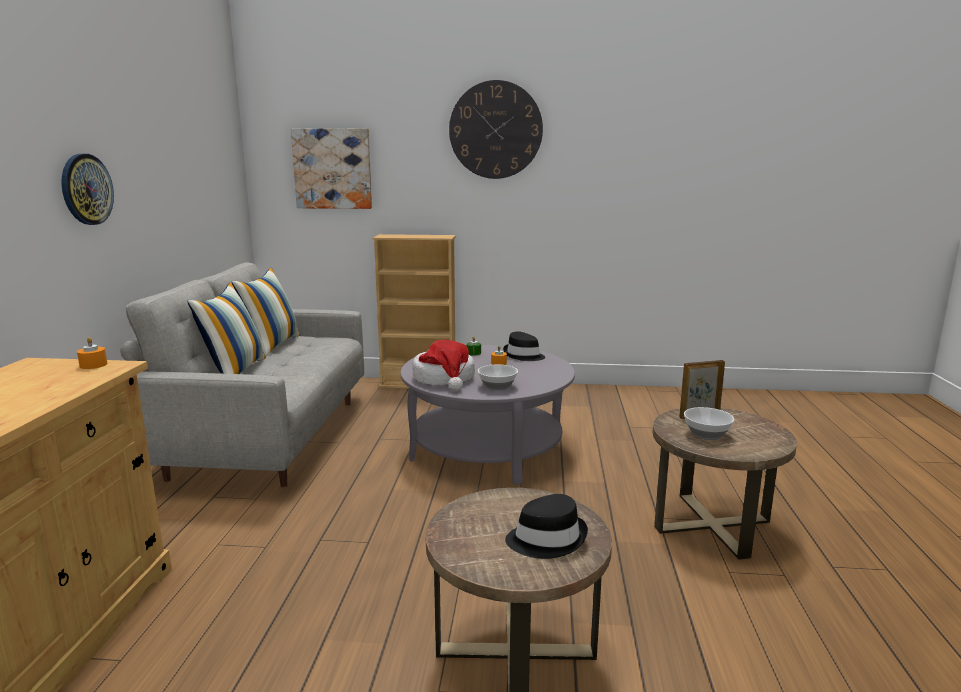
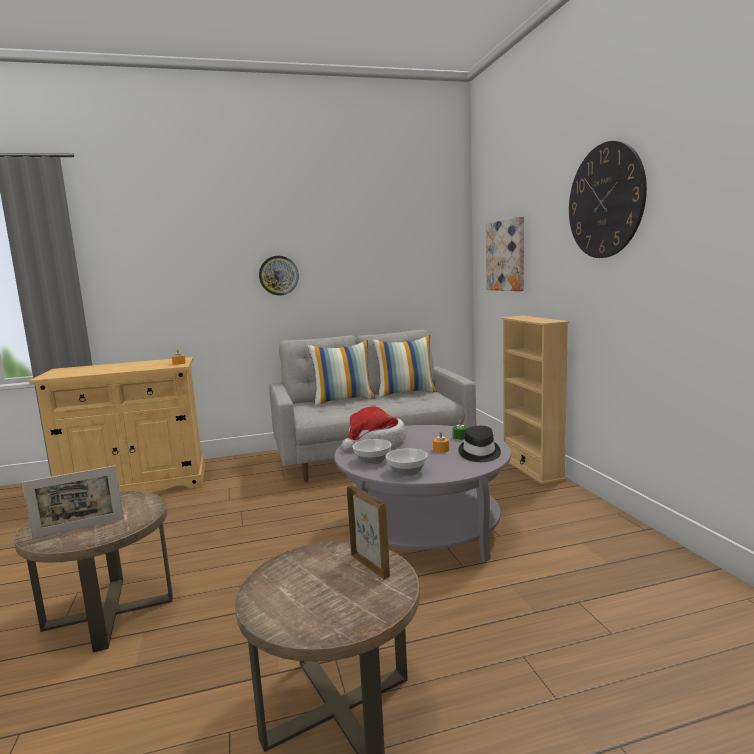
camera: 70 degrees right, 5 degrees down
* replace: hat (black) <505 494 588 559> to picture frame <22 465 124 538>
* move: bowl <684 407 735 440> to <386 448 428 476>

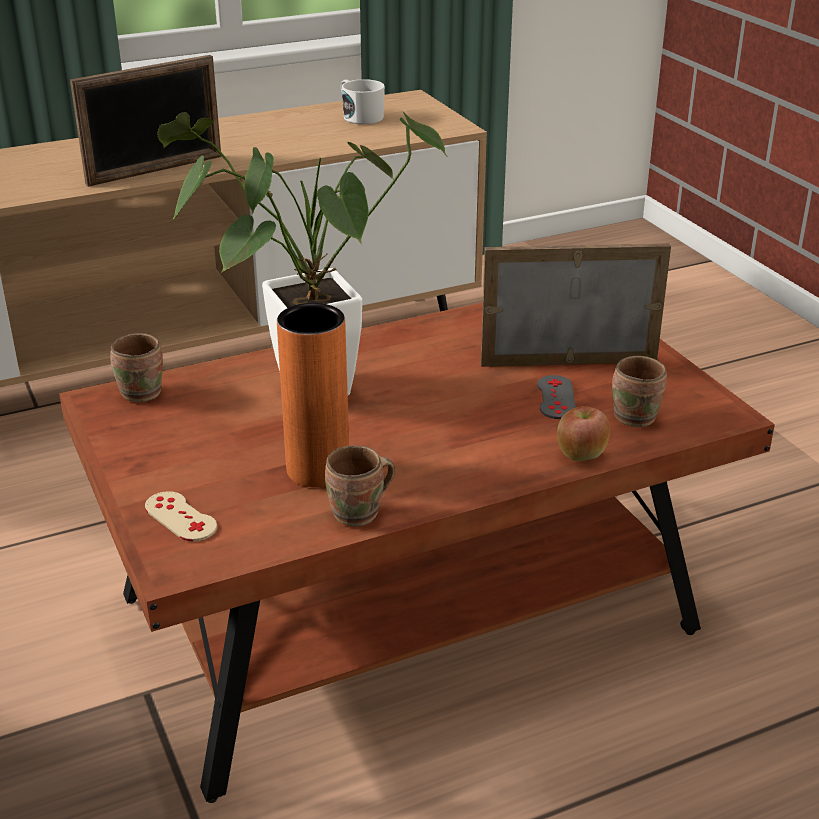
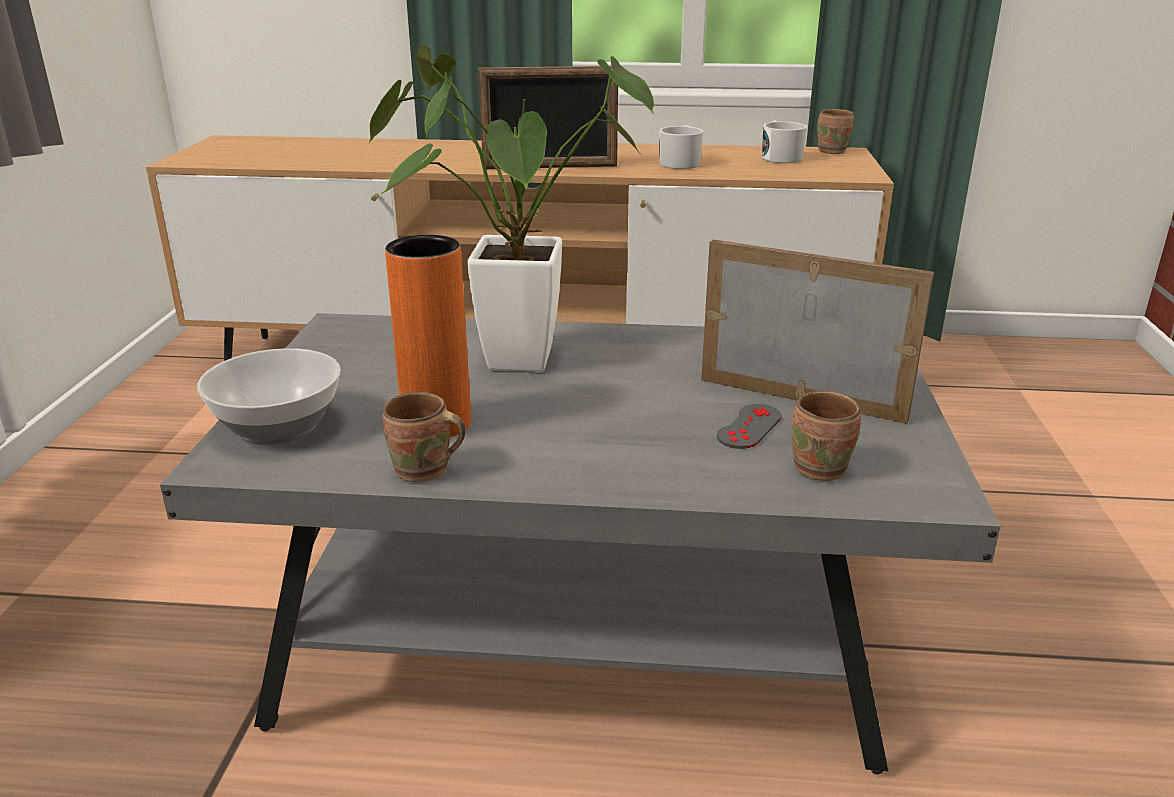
camera: 30 degrees right, 5 degrees down
* recolor: coffee table (brown) <59 302 775 803> to coffee table (grey) <160 313 1001 774>
* move: mug (brown) <110 333 163 402> to <817 109 854 154>
* replace: game controller (beige) <145 491 217 542> to bowl <197 348 341 445>
* delete: apple <557 406 610 461>
* insert: mug (white) <659 125 703 169>

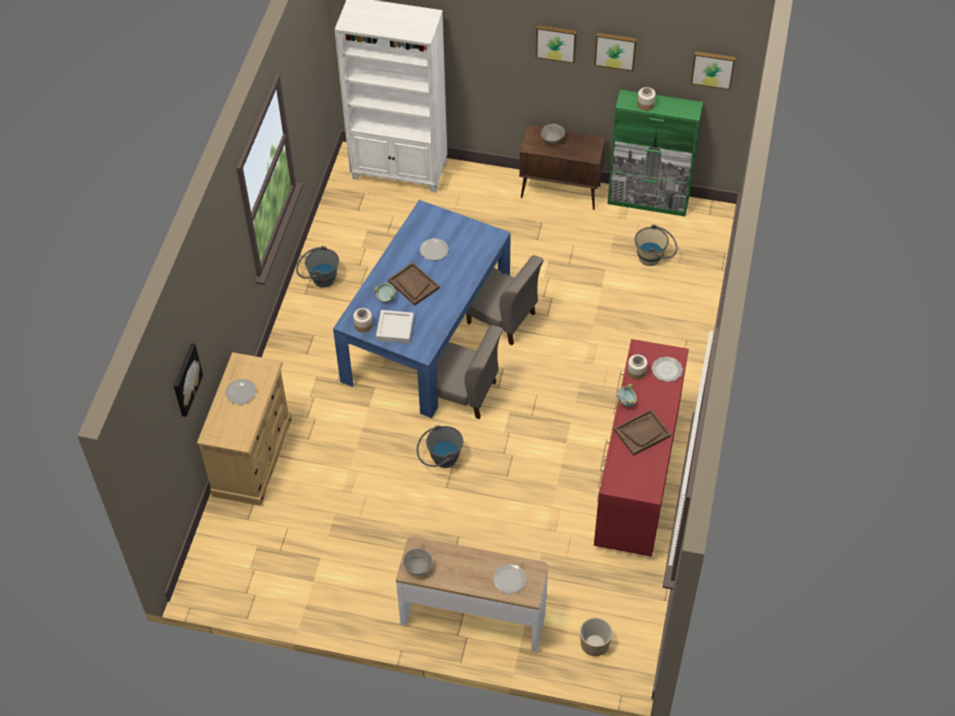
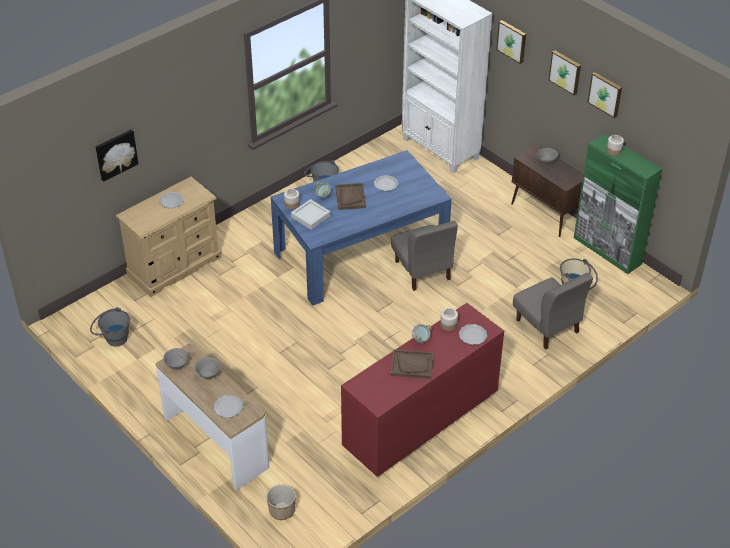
camera: 35 degrees right, 10 degrees down
* move: bucket (grey) <417 425 463 468> to <90 307 130 347>
* move: chair (grey) <436 326 503 419> to <513 273 593 349>
* move: picture <691 51 736 90> to <496 20 526 64>
* insert: bowl (grey) <195 357 221 379>

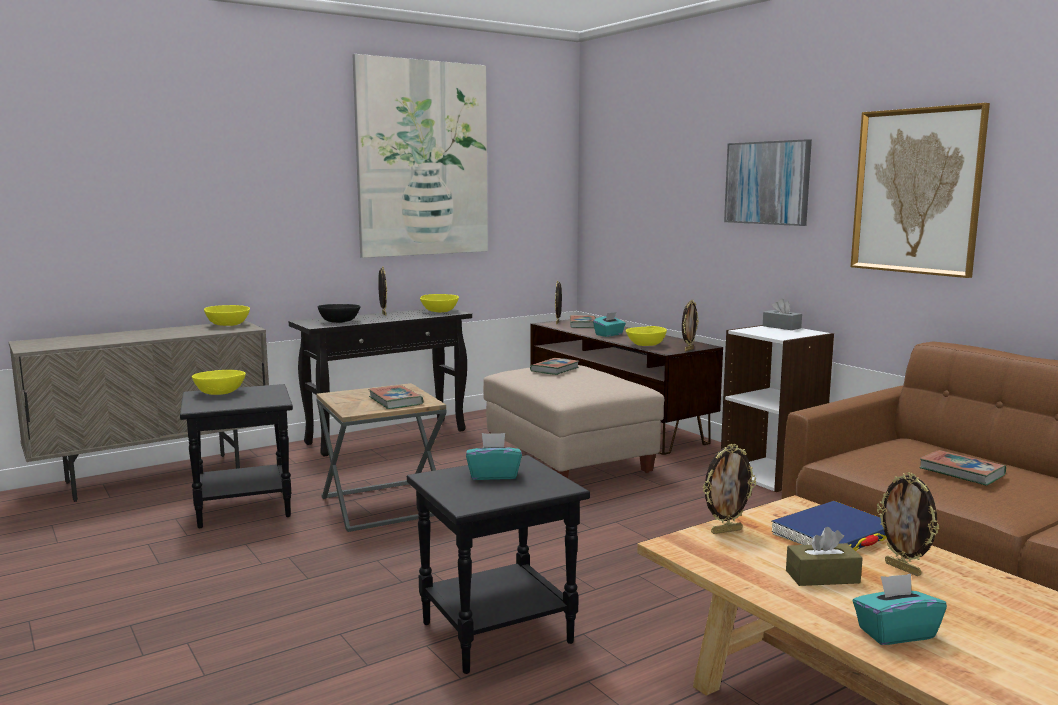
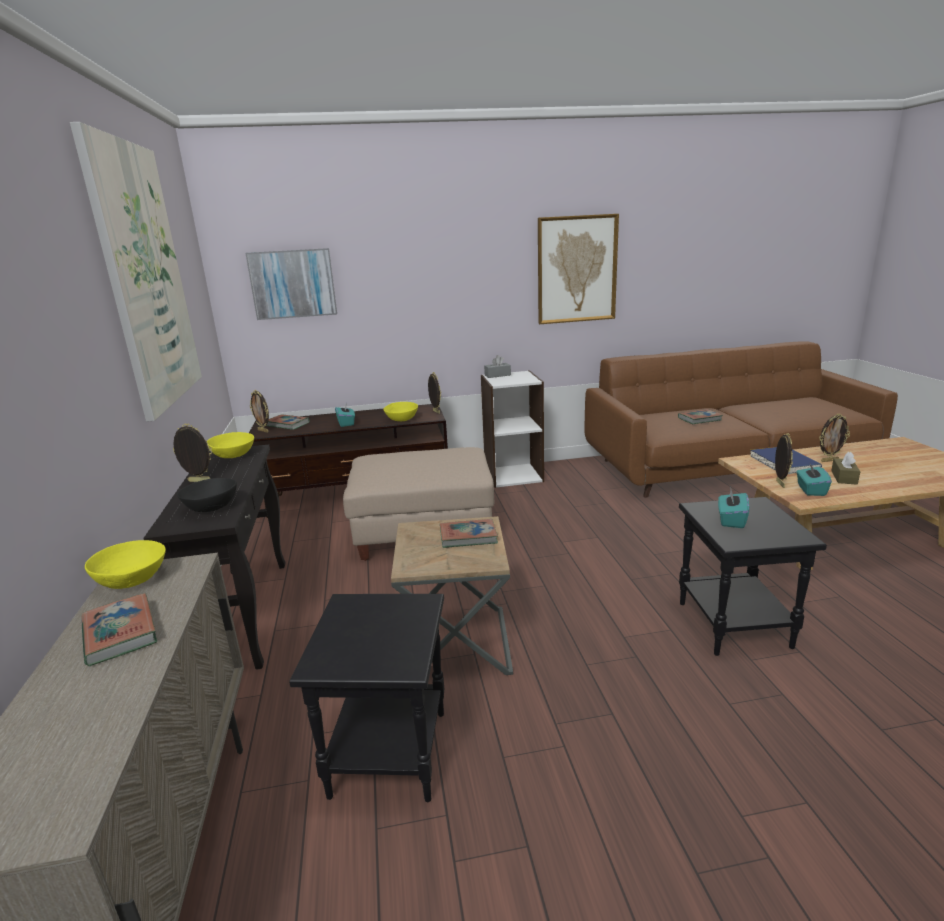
camera: 65 degrees left, 10 degrees up
* delete: bowl (yellow) <192 370 246 395>
* move: book <530 358 579 375> to <81 593 157 667>
* move: picture <724 139 812 226> to <245 248 337 320>
* move: tissue box (turquoise) <852 574 947 645> to <796 462 832 496>

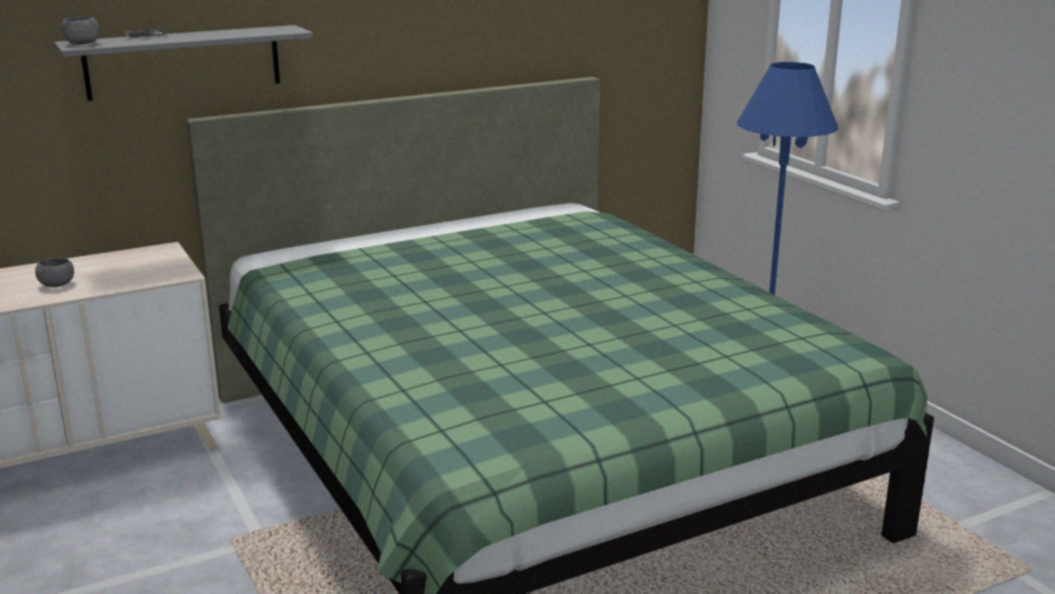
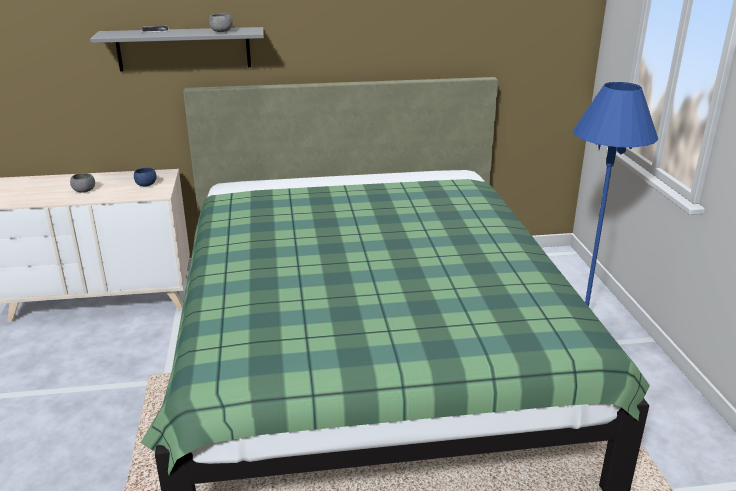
camera: 20 degrees right, 5 degrees up
* move: bowl (grey) <61 17 100 45> to <209 13 233 32>
* insert: bowl (blue) <134 167 157 187>

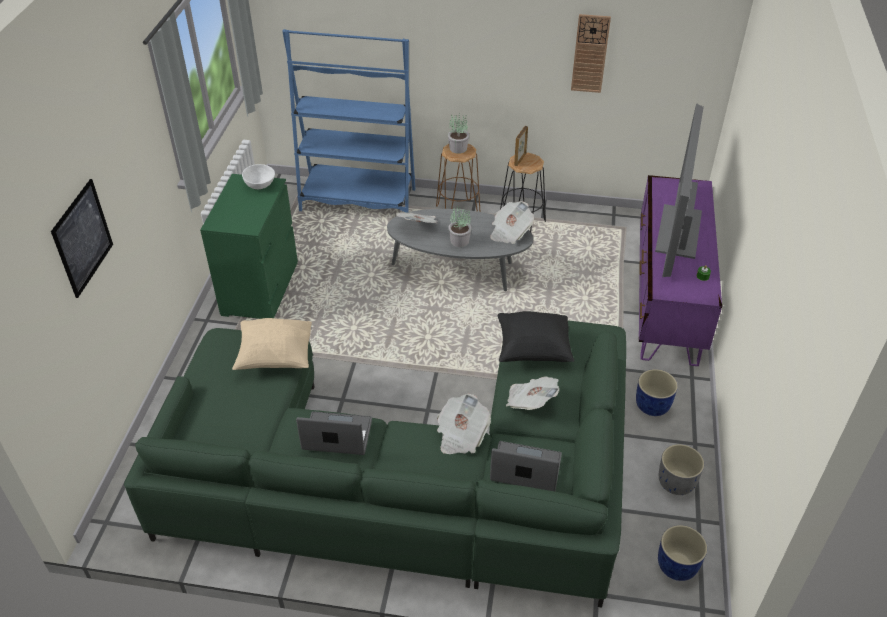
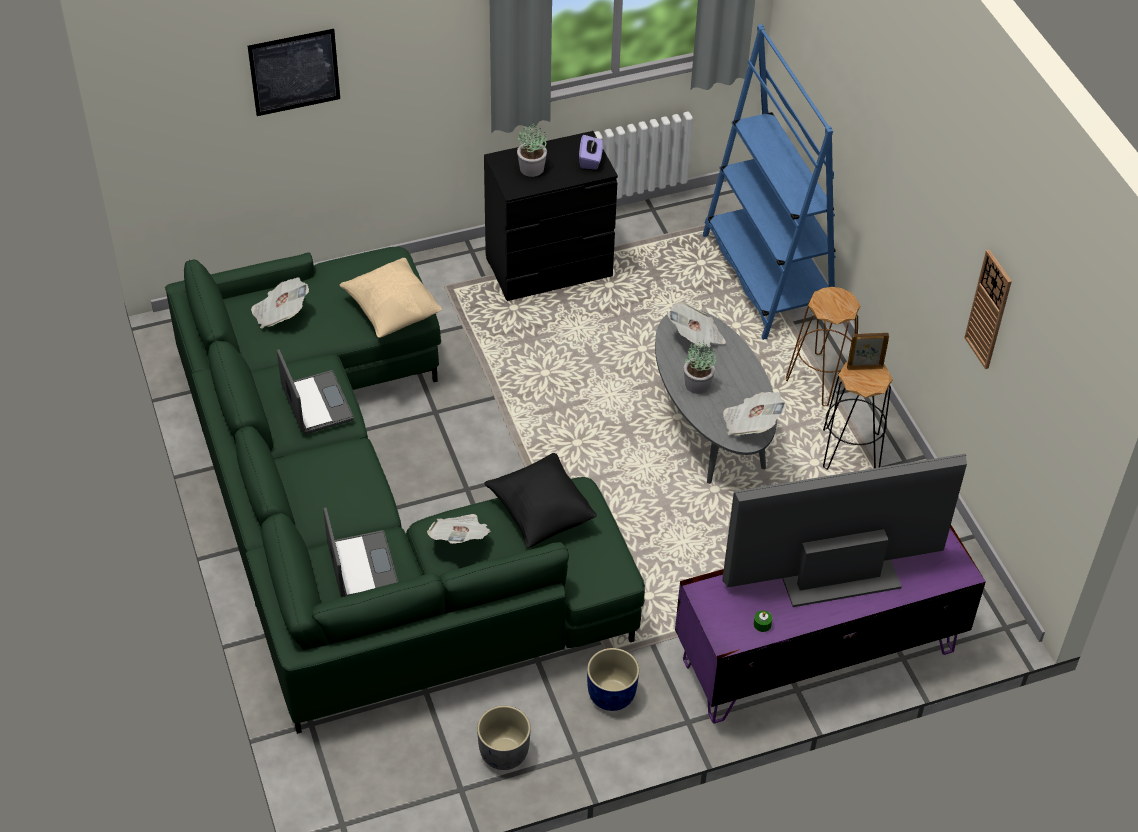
camera: 60 degrees right, 5 degrees up
* recolor: dresser (green) <200 174 298 319> to dresser (black) <484 131 618 301>
* replace: bowl (white) <242 164 275 189> to tissue box (purple) <579 135 603 169>
* move: newspaper <437 394 491 454> to <251 277 309 329>
* move: potted plant <448 113 469 154> to <517 122 547 177>
* delete: planter (blue) <658 525 707 581>

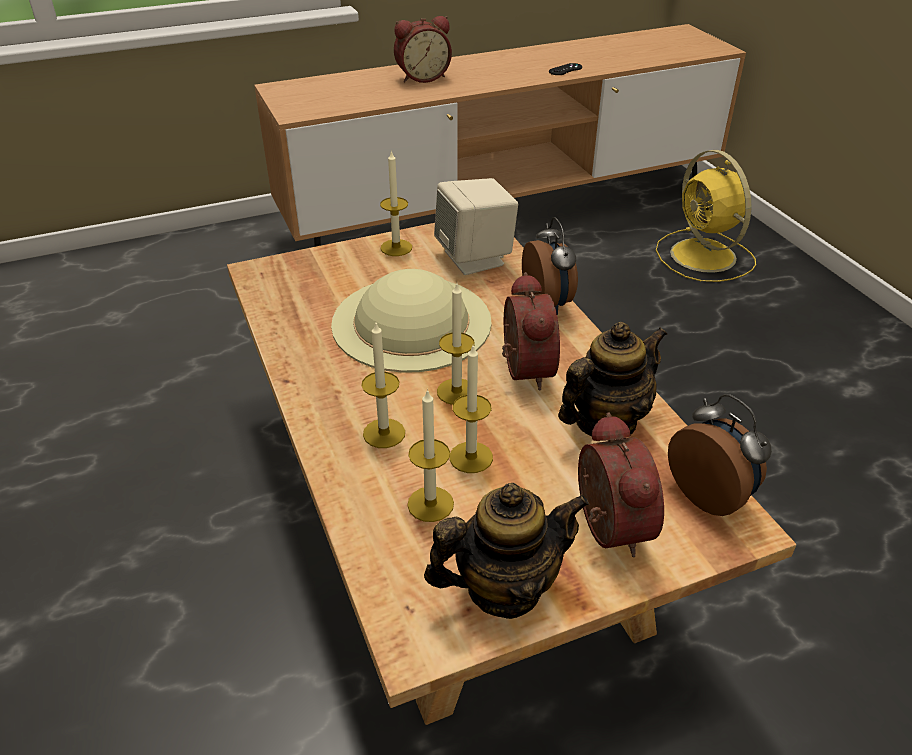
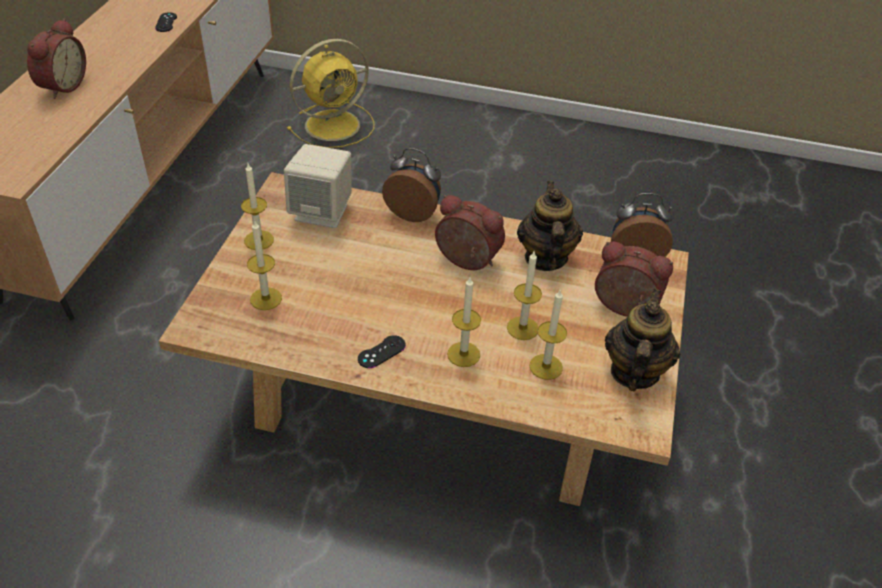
camera: 55 degrees left, 5 degrees up
* delete: hat (beige) <331 269 492 373>
* move: candle <437 284 475 405> to <247 220 282 310>
* rotate: fan (yellow) <656 150 756 282> = <287 39 374 148> 45 degrees counterclockwise
* insert: game controller (black) <358 335 406 368>

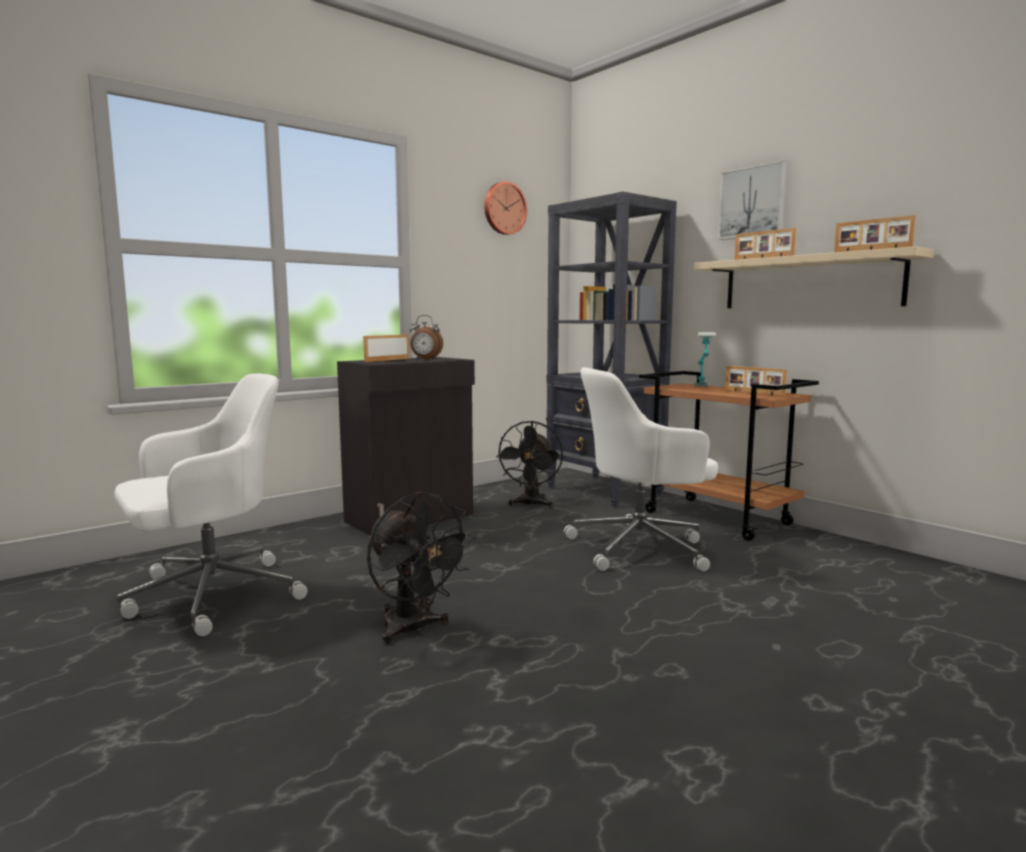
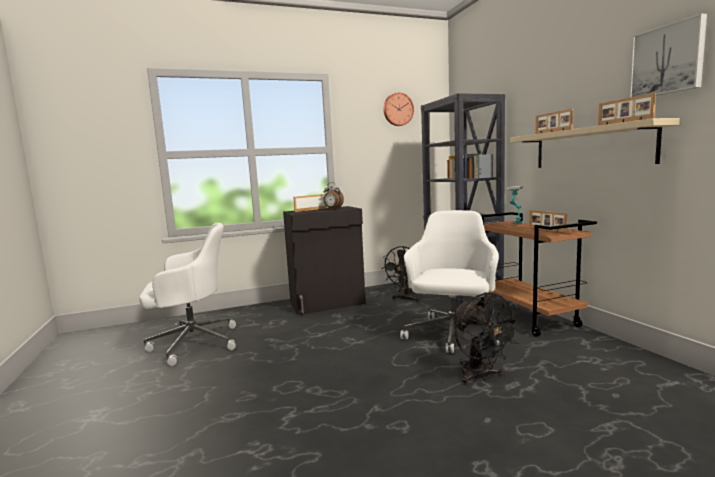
camera: 20 degrees right, 0 degrees up
* move: fan (black) <367 492 475 644> to <451 292 523 385>
* rotate: office chair (white) <564 367 718 571> = <400 210 505 353> 105 degrees clockwise
* move: picture <718 161 787 240> to <629 13 707 98>

